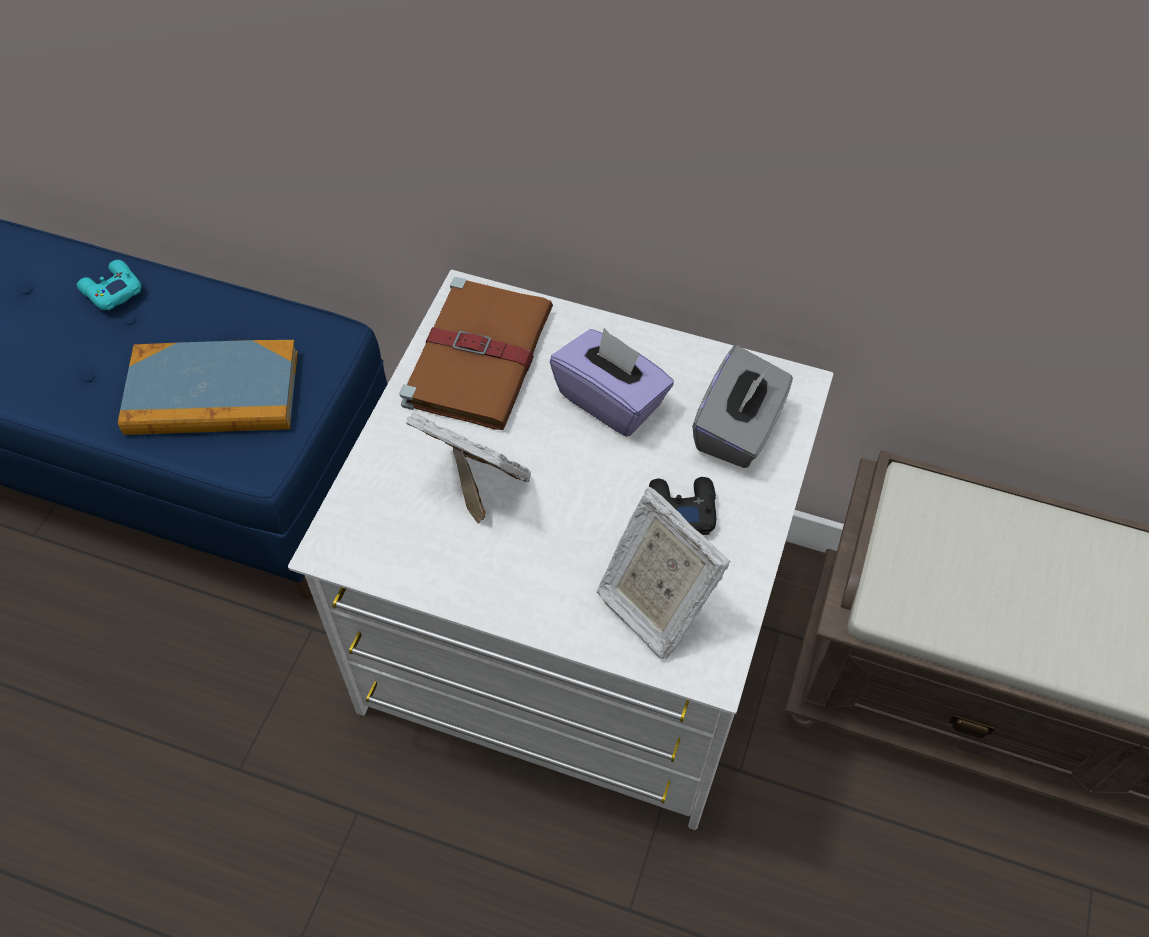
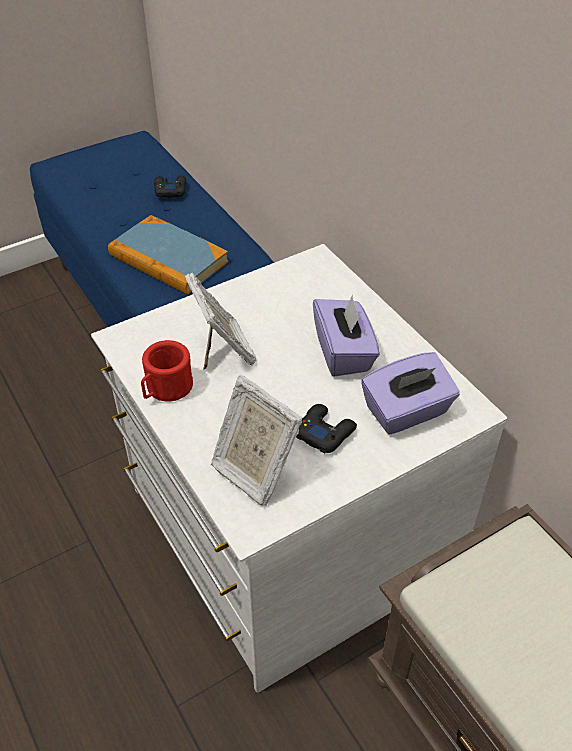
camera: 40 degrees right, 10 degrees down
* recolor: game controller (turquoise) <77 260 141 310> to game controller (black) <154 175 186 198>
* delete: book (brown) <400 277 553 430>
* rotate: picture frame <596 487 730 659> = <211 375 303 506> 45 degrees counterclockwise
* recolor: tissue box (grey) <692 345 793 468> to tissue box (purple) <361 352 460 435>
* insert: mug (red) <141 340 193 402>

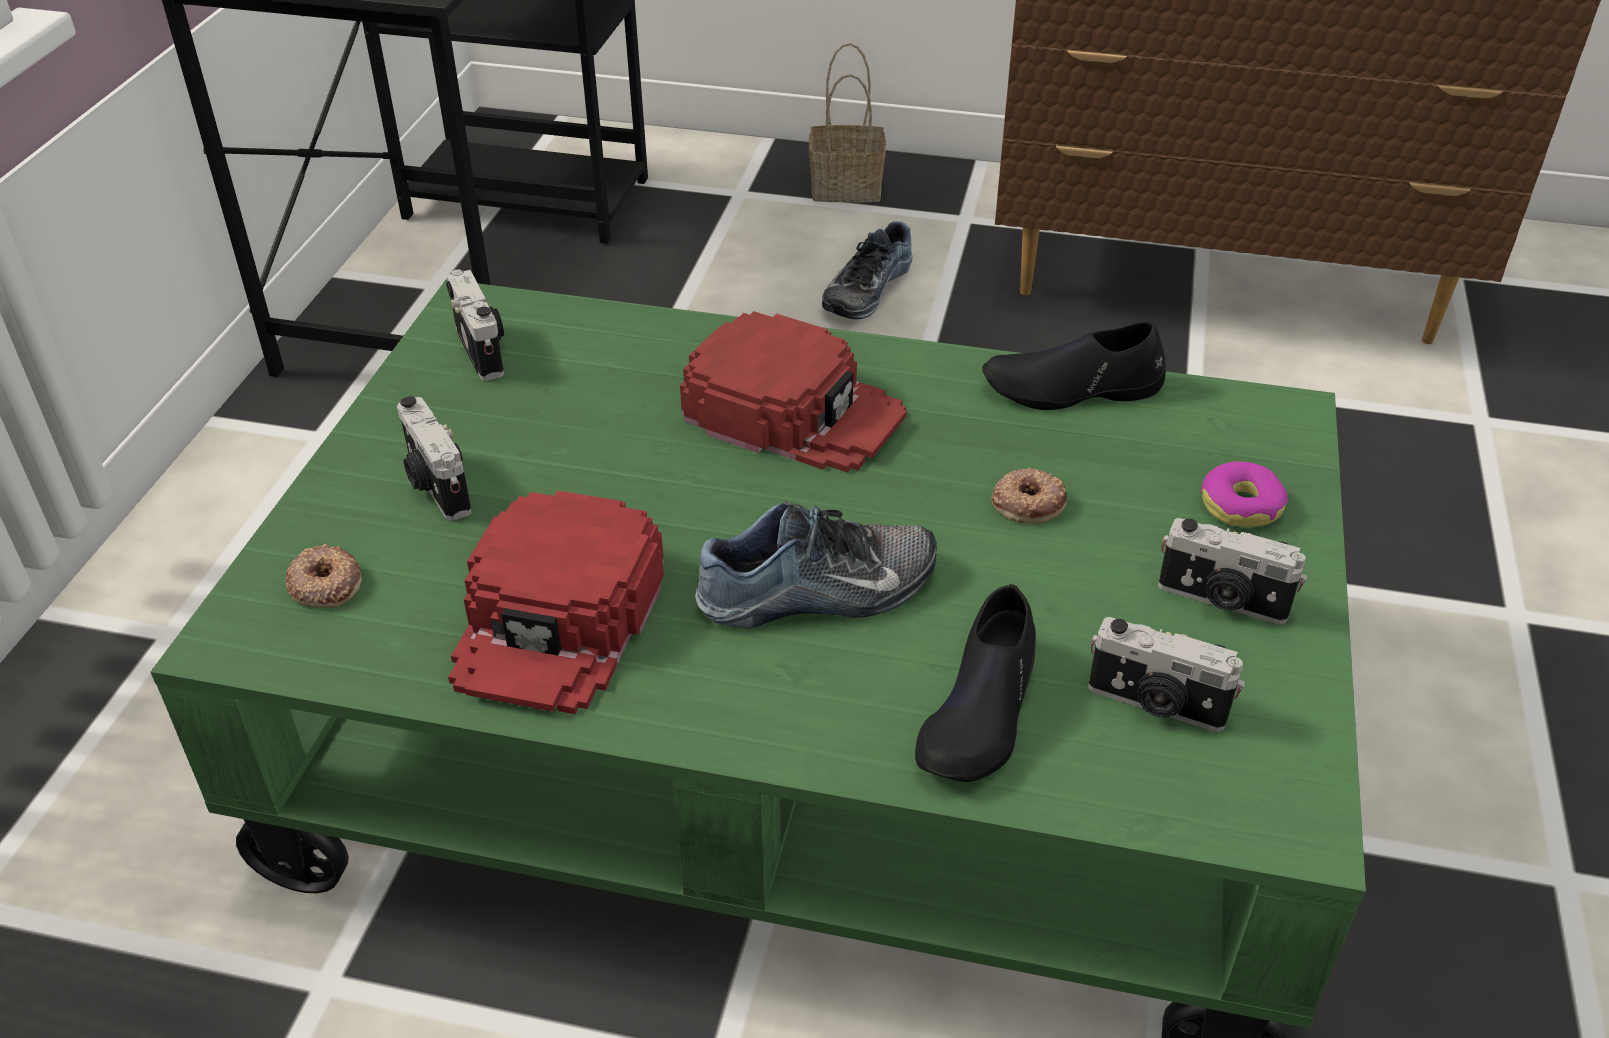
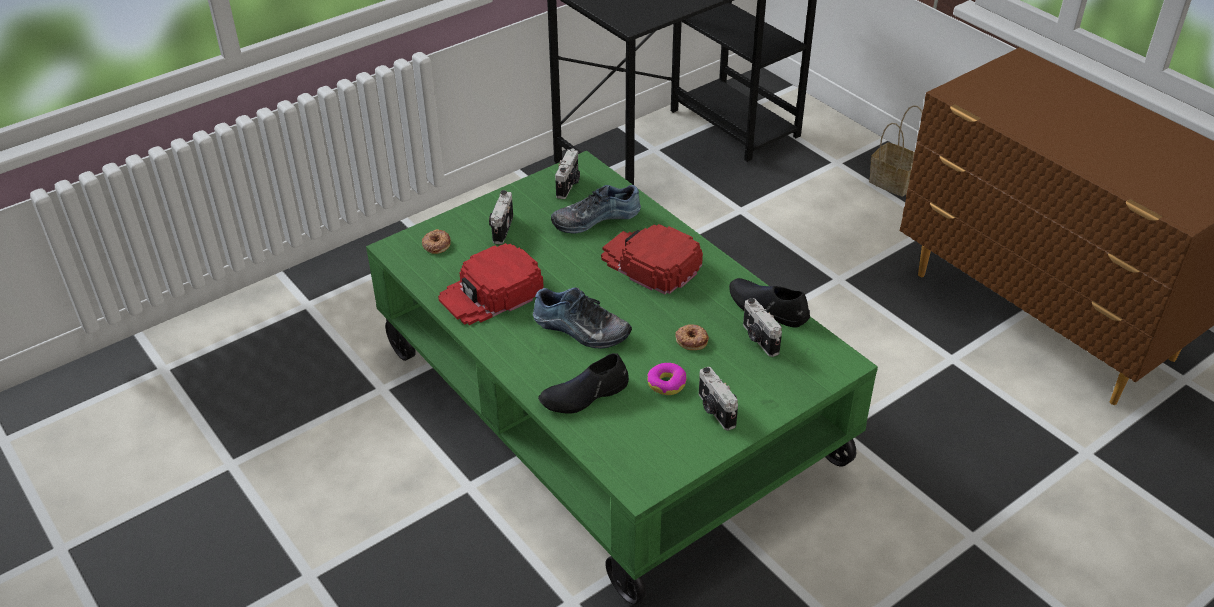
camera: 40 degrees right, 0 degrees up
* rotate: cap (red) <680 311 907 473> = <601 224 703 294> 150 degrees clockwise
* move: shoe <822 221 912 319> to <551 185 641 233>
* move: photo camera <1088 617 1245 732> to <743 298 782 357>
* move: donut <1200 461 1288 527> to <647 363 687 395>

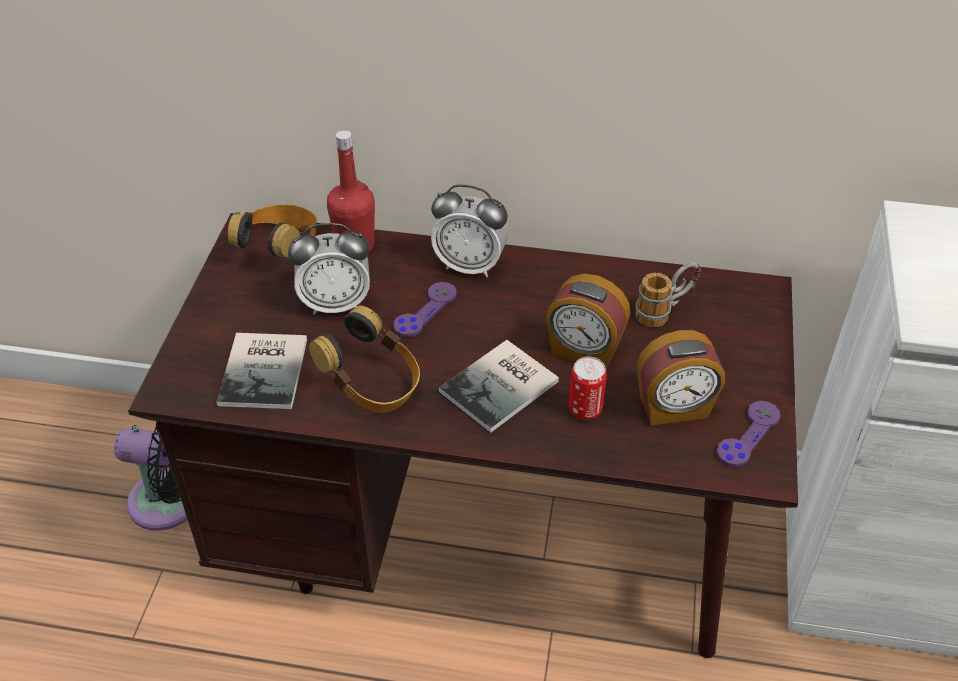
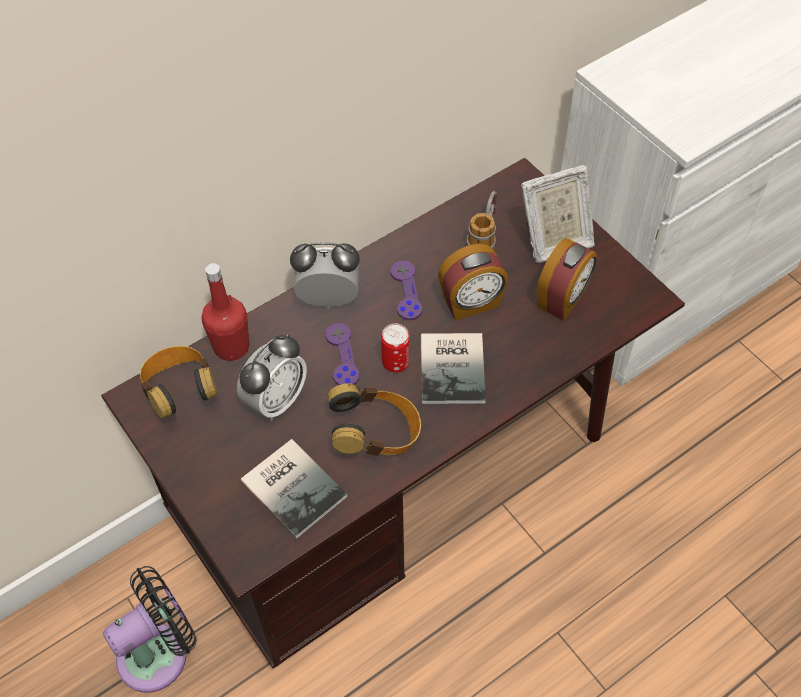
camera: 45 degrees left, 10 degrees up
* rotate: alarm clock <431 185 509 277> = <290 242 360 308> 150 degrees counterclockwise
* move: can <569 357 607 420> to <381 324 410 372>
* move: game controller (purple) <716 401 781 467> to <390 260 422 320>
* insert: picture frame <521 165 595 263>

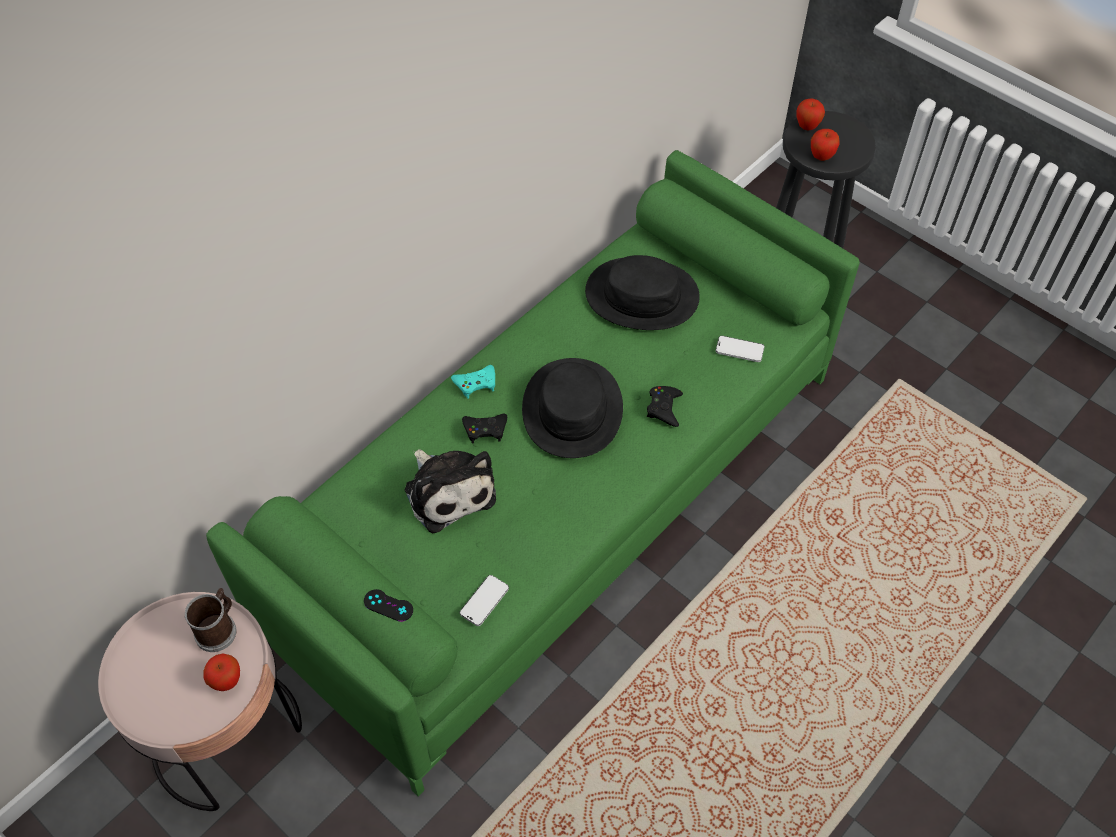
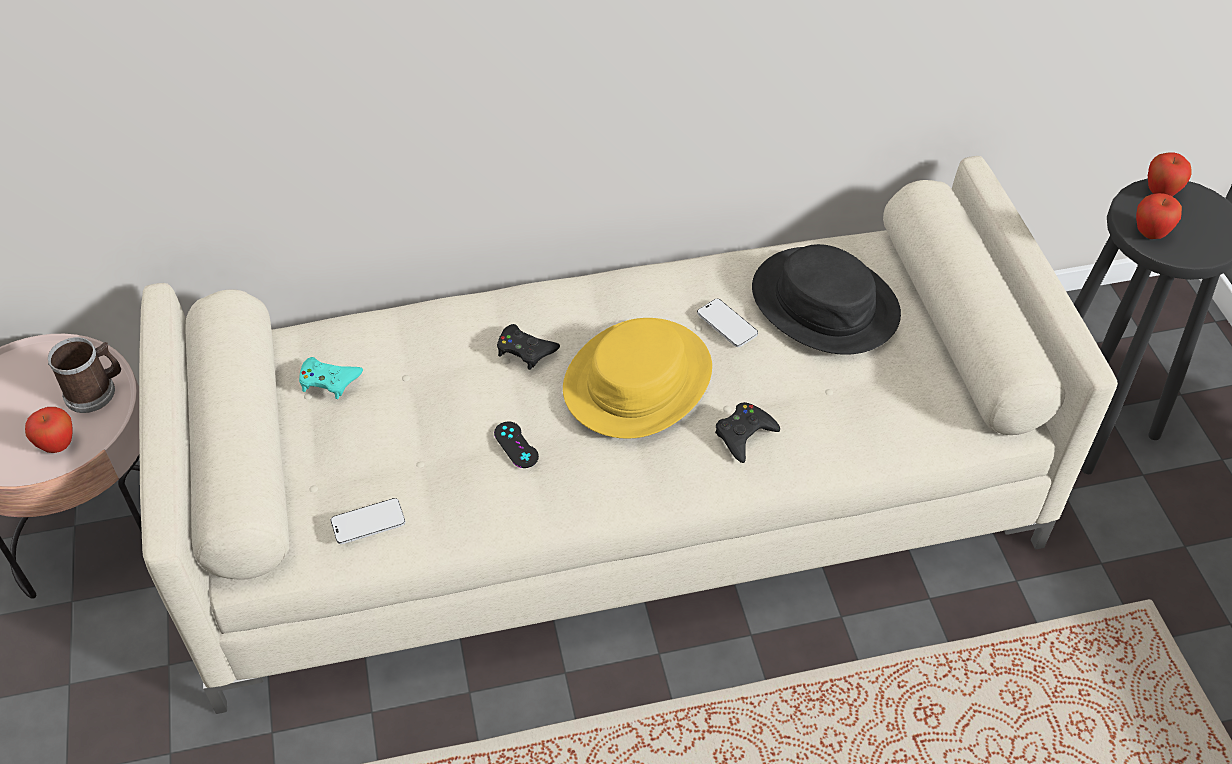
camera: 35 degrees right, 5 degrees down
* recolor: sofa (green) <206 150 860 797> to sofa (beige) <139 156 1118 714>
* move: game controller (black) <364 589 413 622> to <494 422 539 468>
* delete: plush toy <404 449 496 533>
* move: game controller (turquoise) <451 365 495 399> to <299 357 363 399>
* recolor: hat (black) <522 358 623 458> to hat (yellow) <563 318 712 439>
* move: phone <716 336 765 362> to <697 299 758 347>

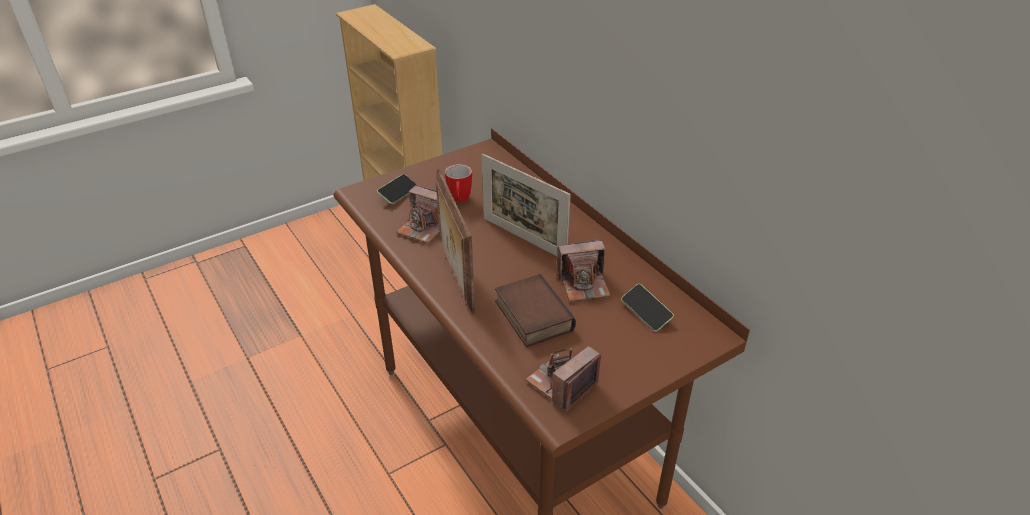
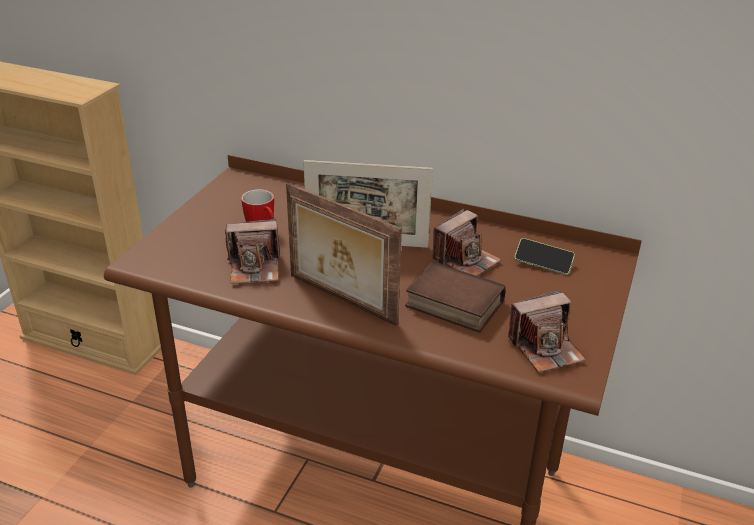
camera: 35 degrees left, 5 degrees down
* delete: phone <377 174 418 204>
* rotate: photo camera <525 346 601 411> = <508 290 586 372> 120 degrees counterclockwise

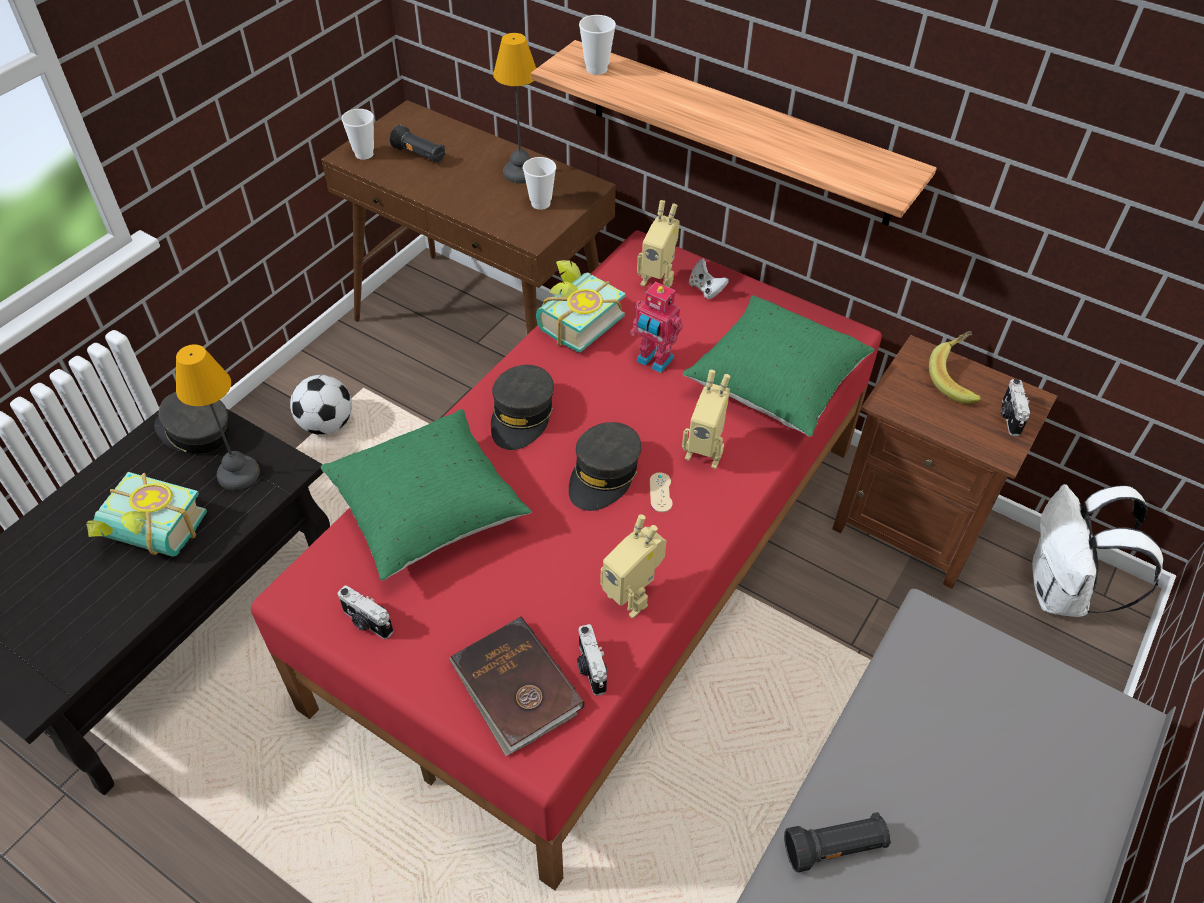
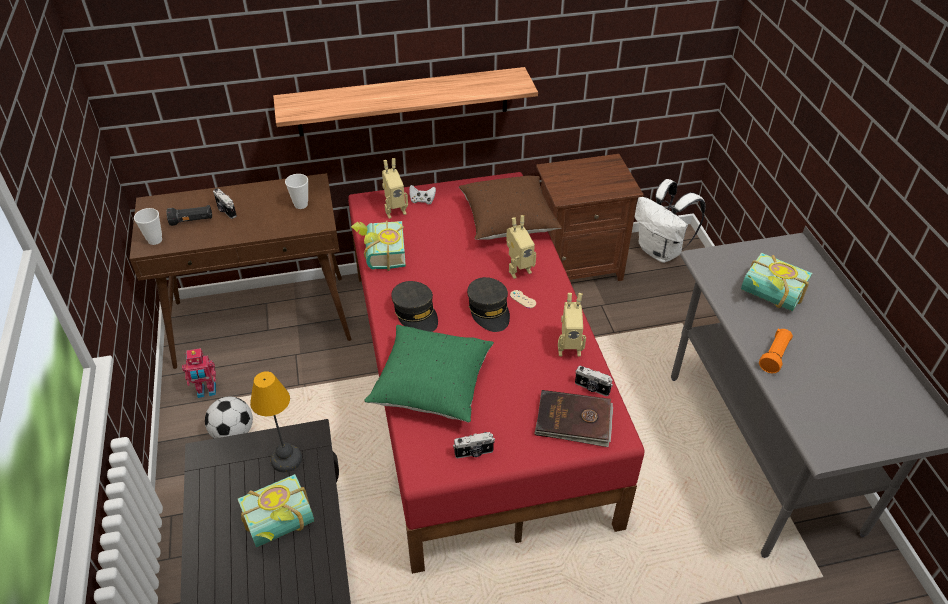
camera: 45 degrees left, 5 degrees down
* delete: cap (grey) <154 392 229 454>
* delete: table lamp <493 33 536 184>
* delete: cup <579 15 616 75>
* move: toy robot <630 282 683 373> to <182 348 216 398>
* recolor: pillow (green) <683 295 875 437> to pillow (brown) <459 176 562 240>
* recolor: flashlight (black) <784 812 891 872> to flashlight (orange) <759 329 793 373>
* delete: banana <929 331 981 404>
* move: photo camera <1001 379 1031 436> to <213 188 237 219>
* insert: book <741 253 812 311>

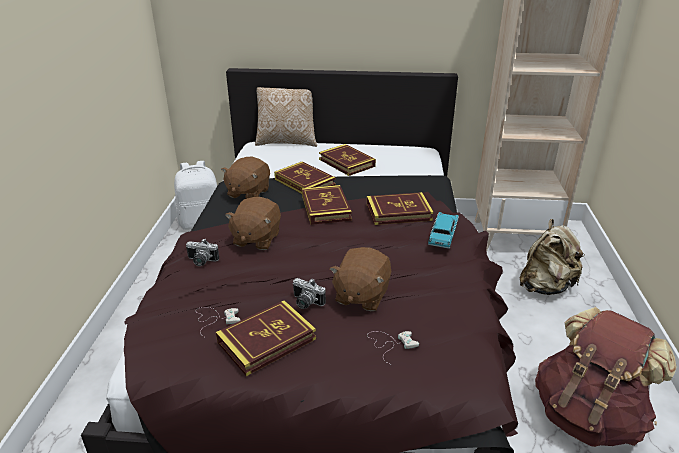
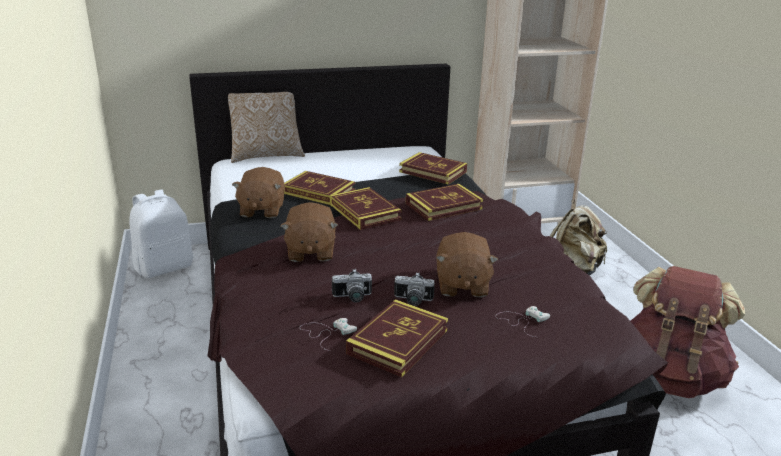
camera: 20 degrees left, 5 degrees down
* move: photo camera <186 239 219 266> to <332 269 372 303>
* move: book <319 144 376 176> to <399 152 467 184>
* delete: toy car (turquoise) <428 212 459 249>

